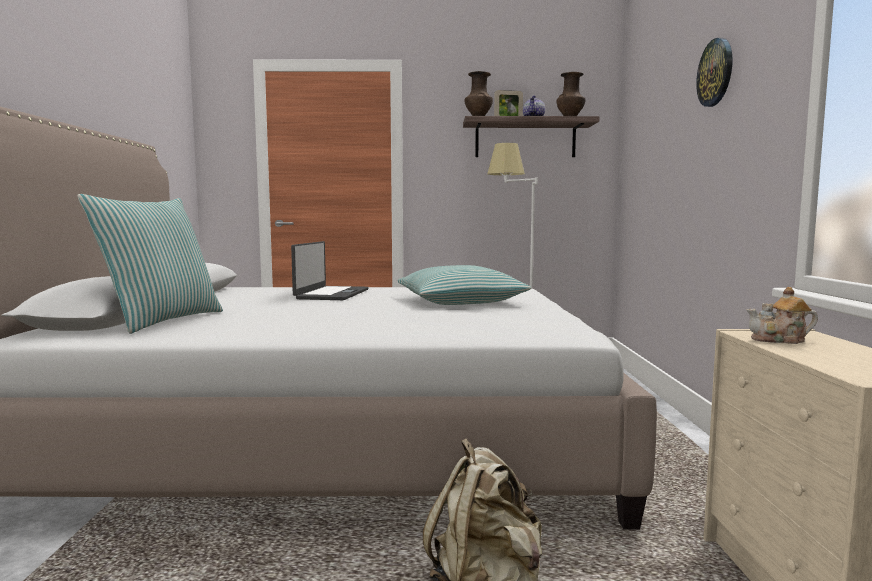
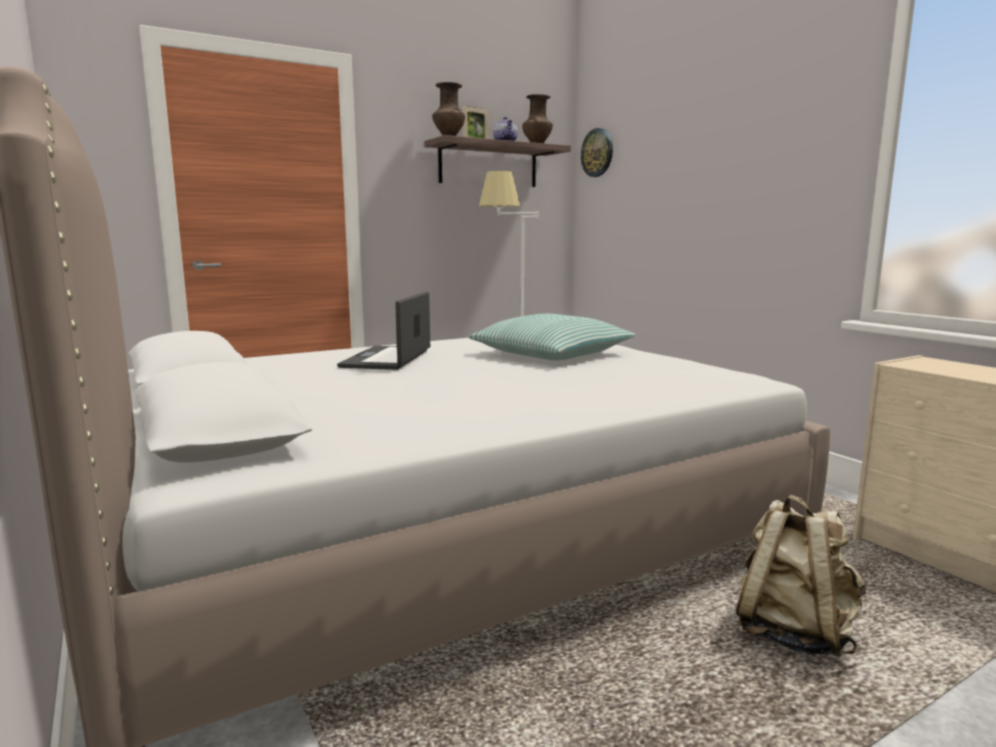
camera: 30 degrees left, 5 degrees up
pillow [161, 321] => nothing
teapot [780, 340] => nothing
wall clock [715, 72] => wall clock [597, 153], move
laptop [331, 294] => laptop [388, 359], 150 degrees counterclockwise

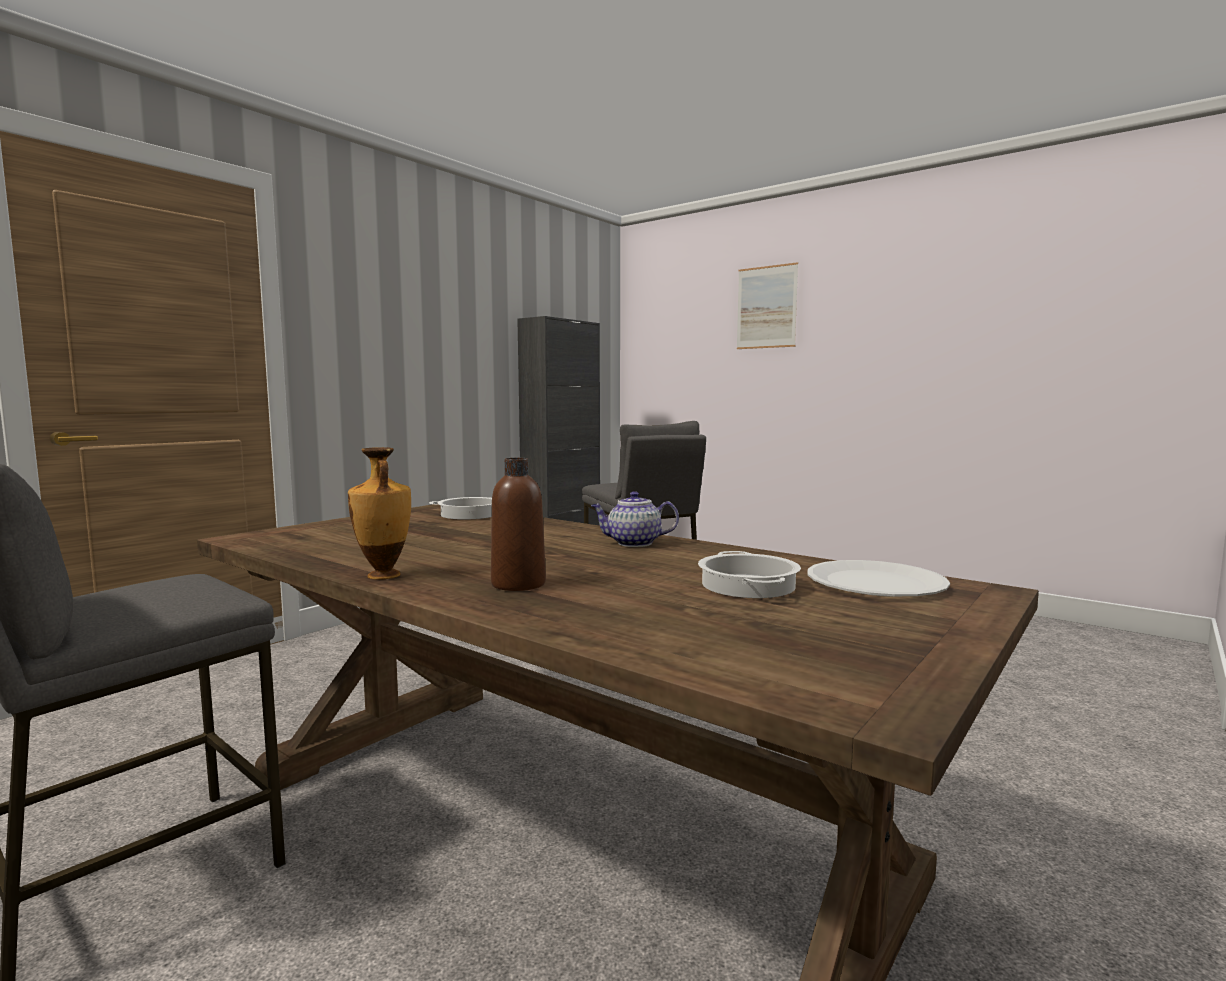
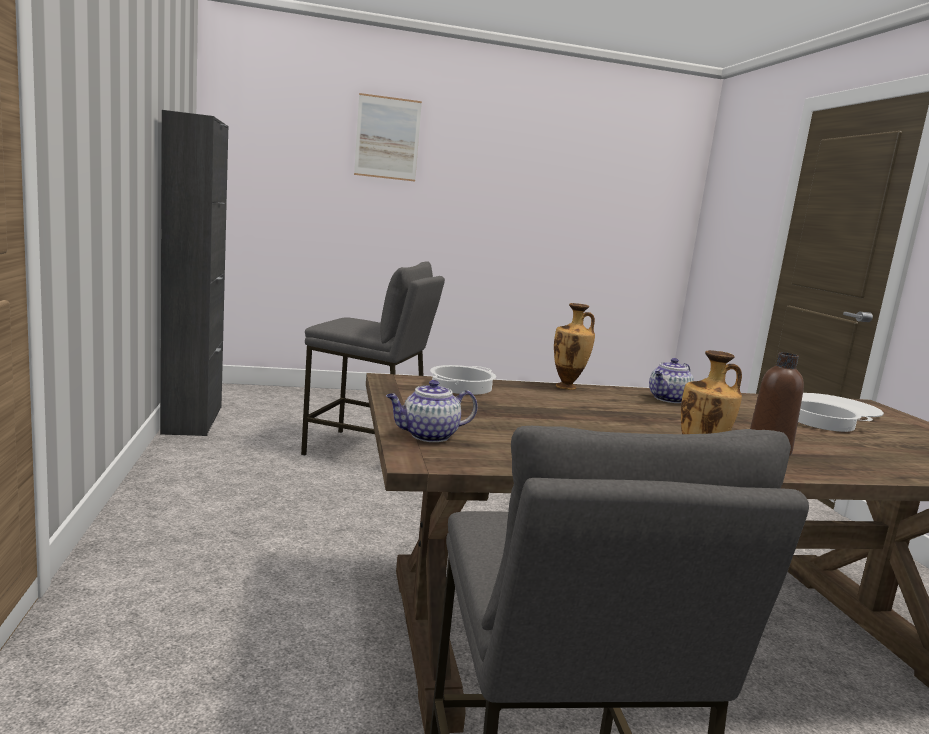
camera: 50 degrees left, 5 degrees up
nothing => teapot [428, 436]
nothing => vase [567, 387]

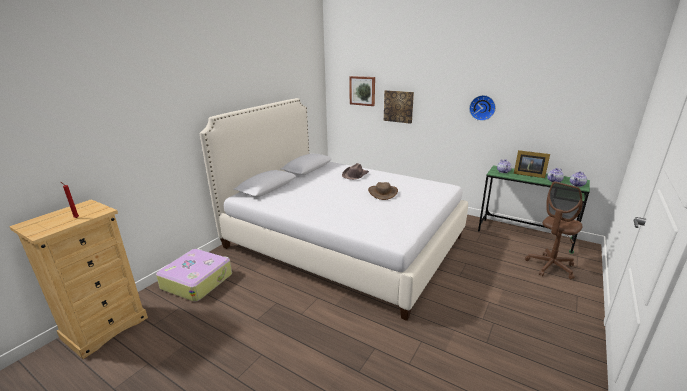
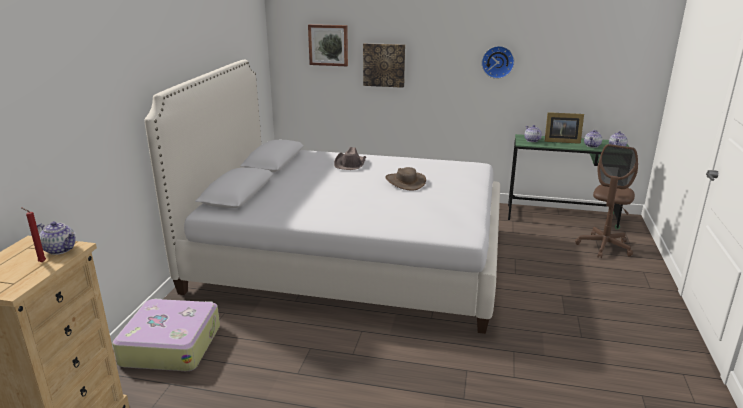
camera: 20 degrees left, 0 degrees up
nothing => teapot [60, 249]

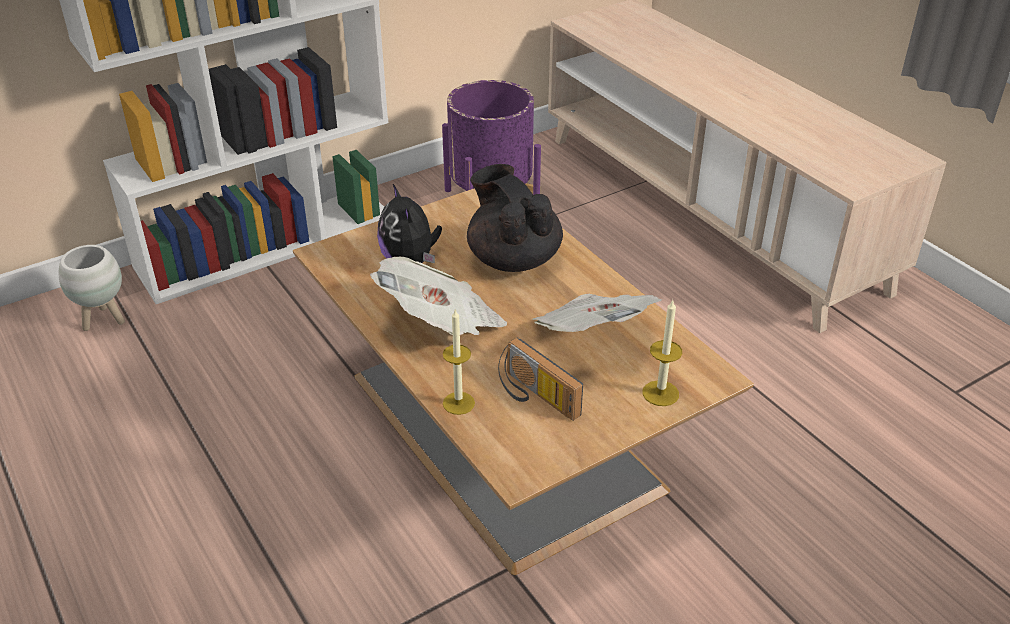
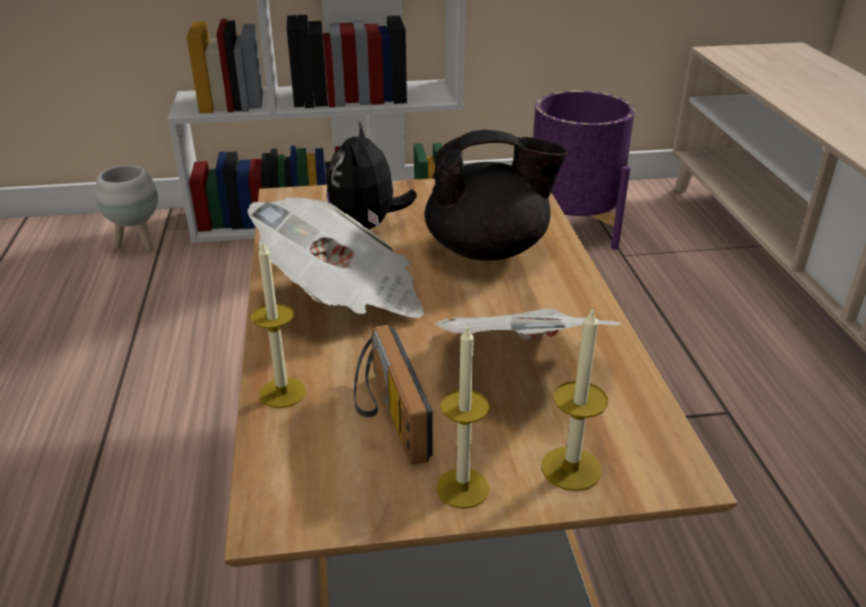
camera: 25 degrees right, 5 degrees down
nothing => candle [462, 488]
black teapot [513, 258] => black teapot [489, 249], 90 degrees clockwise

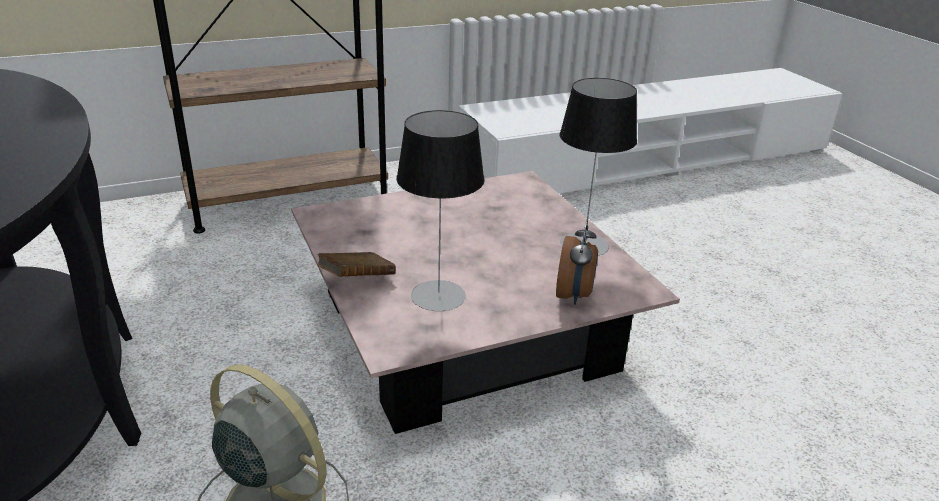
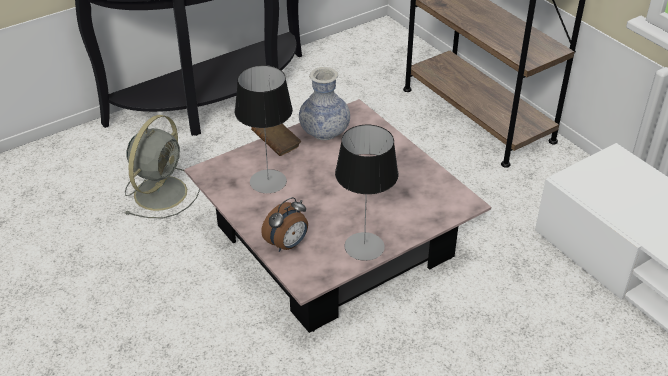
camera: 80 degrees right, 10 degrees up
nothing => vase [324, 132]
alarm clock [574, 295] => alarm clock [287, 245], 45 degrees counterclockwise

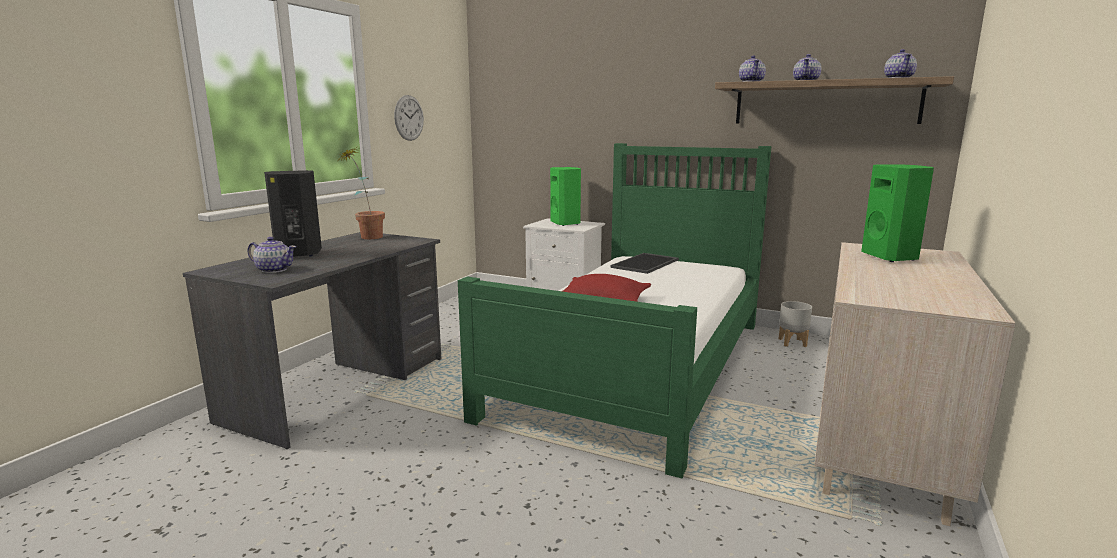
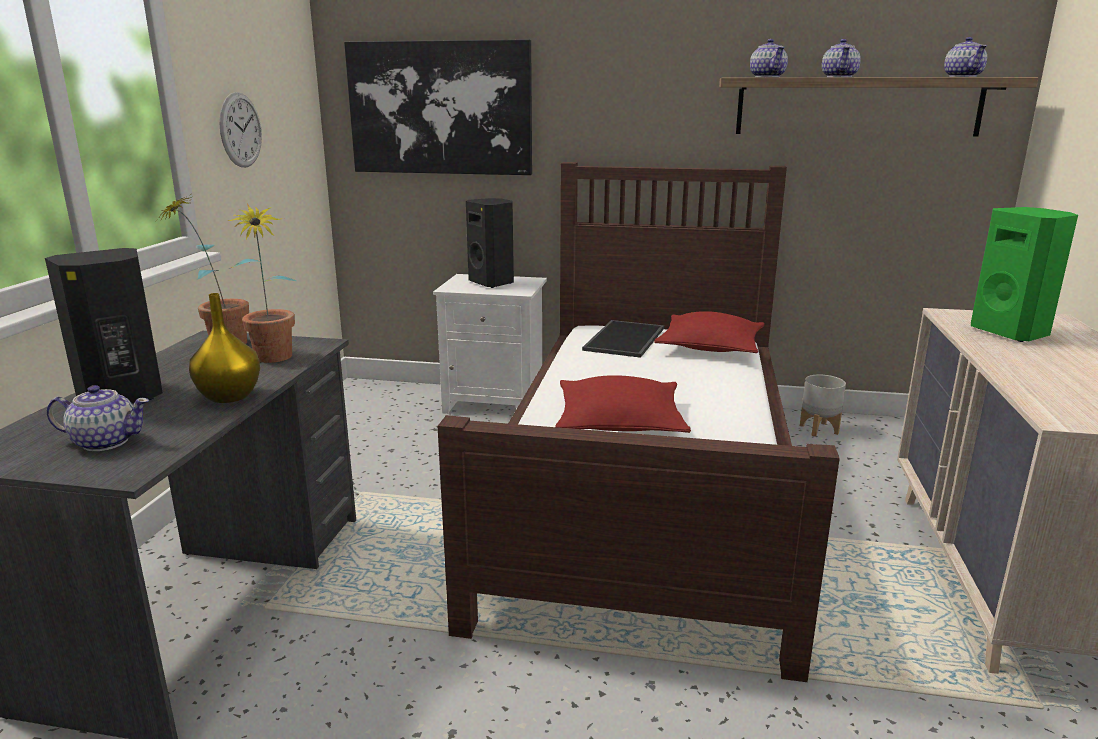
camera: 15 degrees left, 5 degrees up
nothing => yellow vase [230, 397]
nothing => potted plant [273, 360]
nothing => picture [440, 108]
nothing => red pillow [710, 347]
green bed [637, 364] => brown bed [645, 491]
green speaker [566, 223] => black speaker [493, 282]

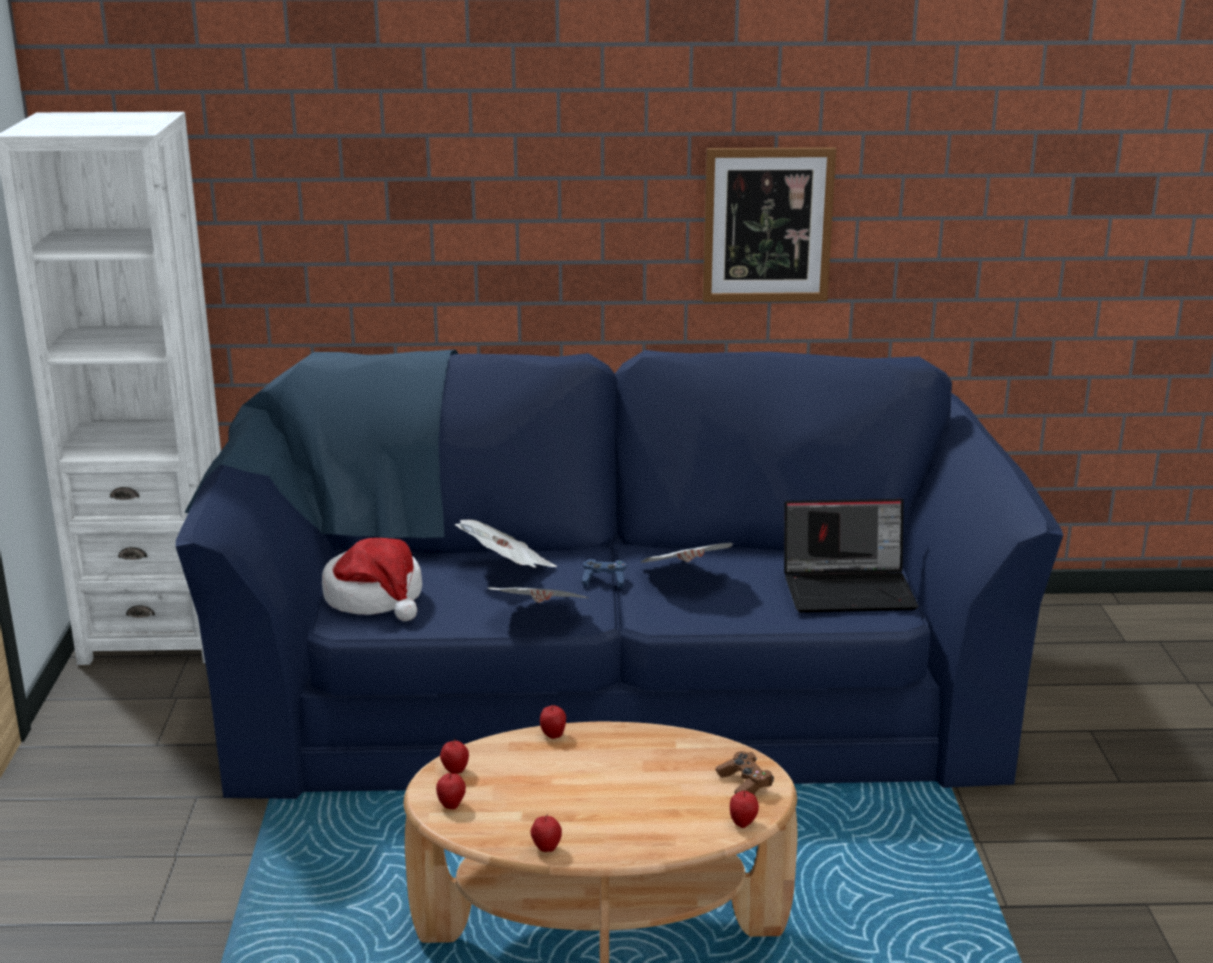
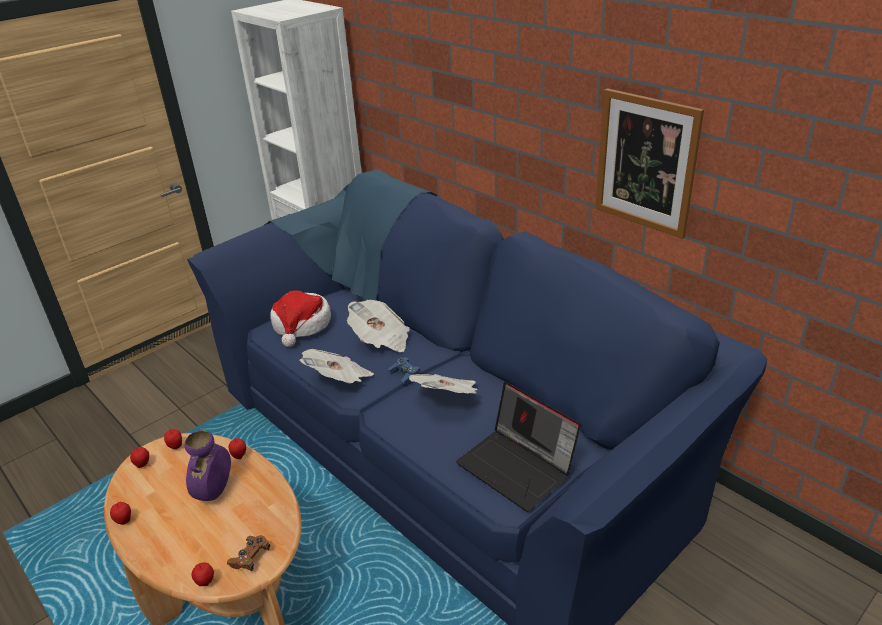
camera: 50 degrees right, 10 degrees up
nothing => purple vase [215, 491]

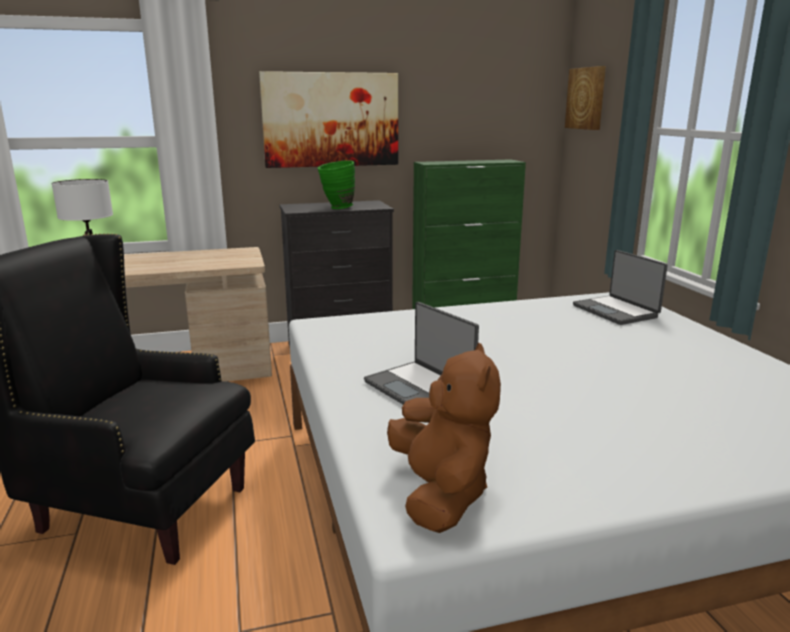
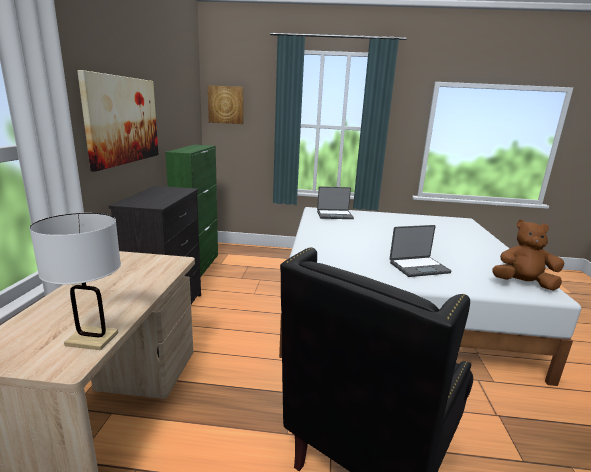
camera: 70 degrees left, 0 degrees up
green vase [337, 208] => nothing

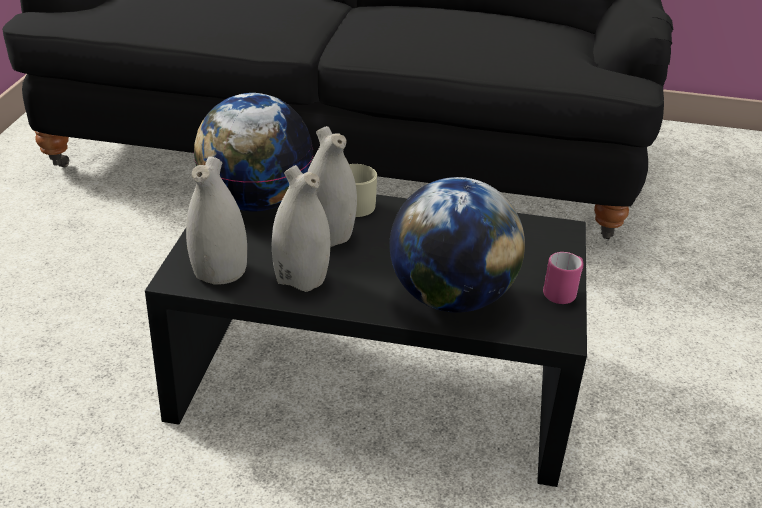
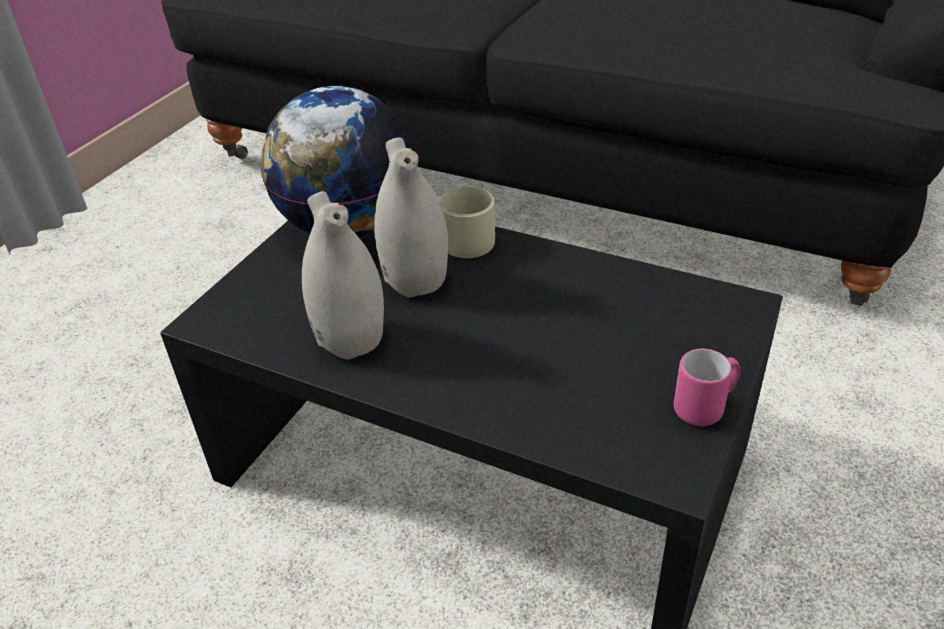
camera: 20 degrees right, 5 degrees up
white vase [219, 272] => nothing
globe [450, 298] => nothing

